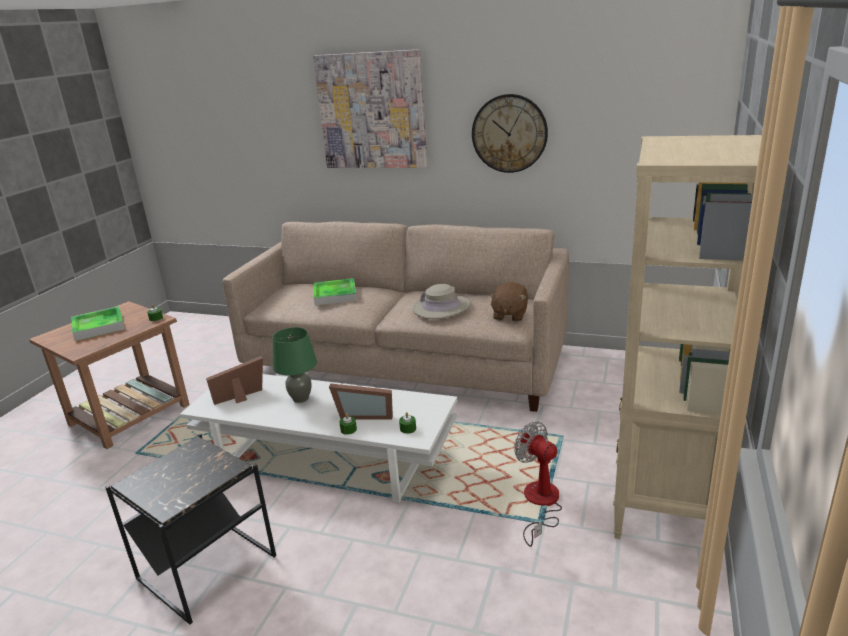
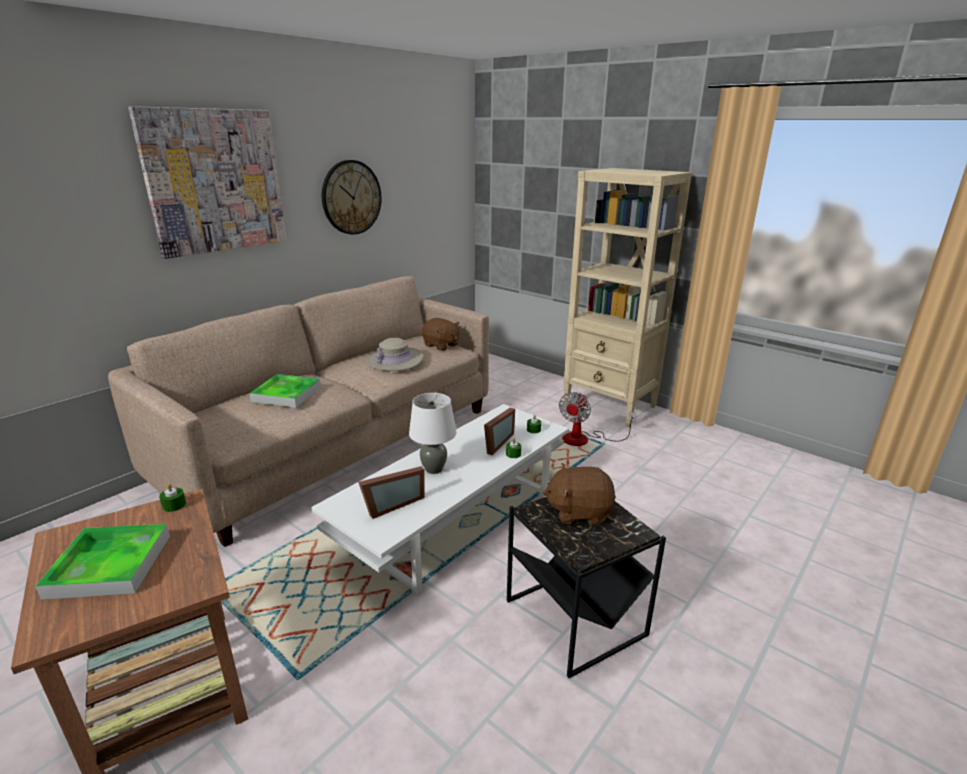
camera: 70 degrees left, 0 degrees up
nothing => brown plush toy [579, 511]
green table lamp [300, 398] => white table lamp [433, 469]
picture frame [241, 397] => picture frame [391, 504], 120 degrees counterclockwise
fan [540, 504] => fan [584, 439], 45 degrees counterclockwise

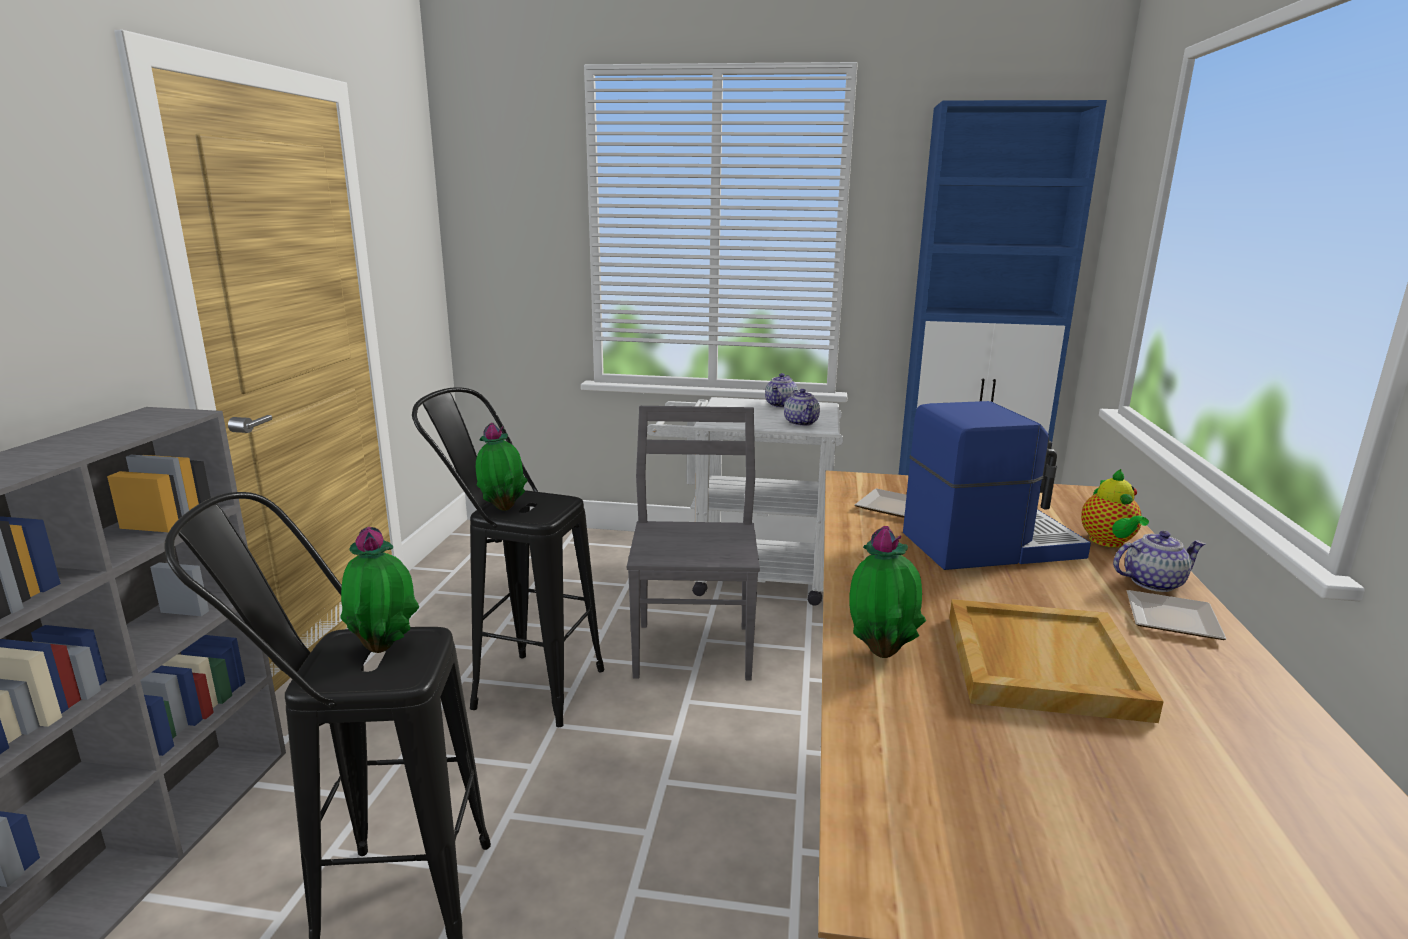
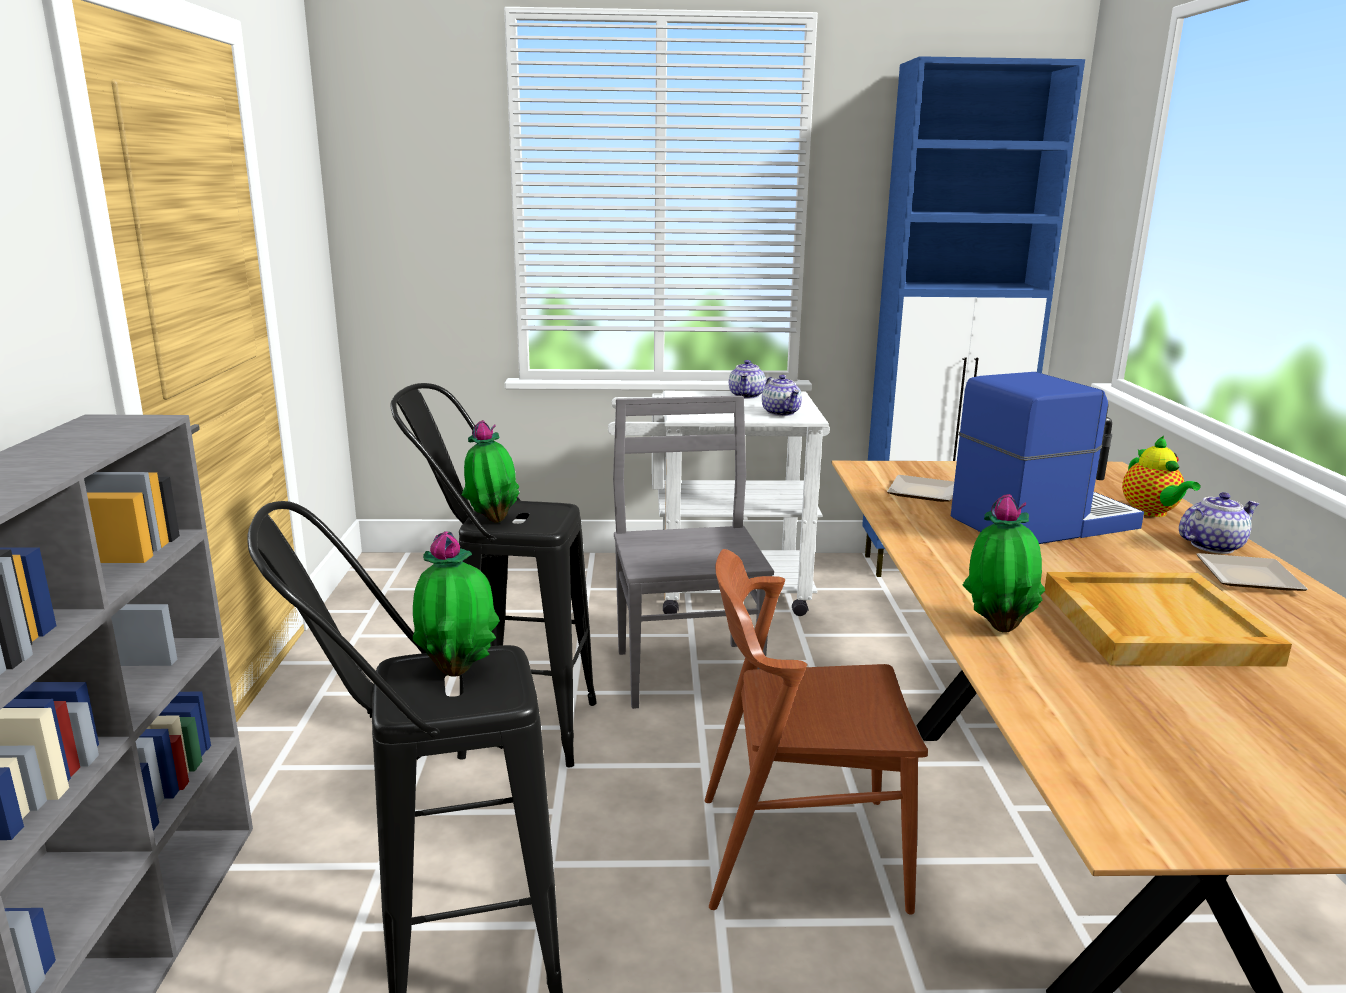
camera: 10 degrees left, 0 degrees up
nothing => brown chair [800, 851]

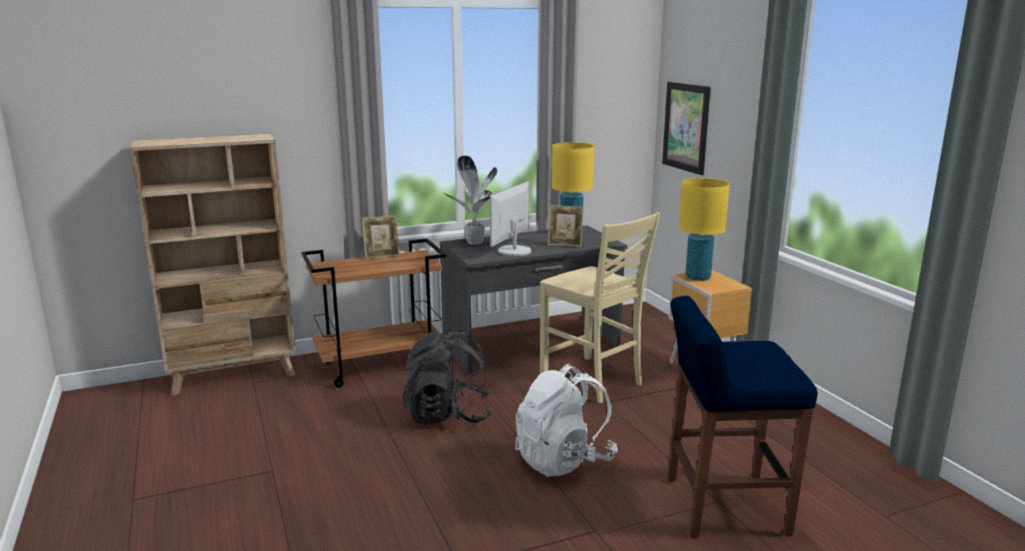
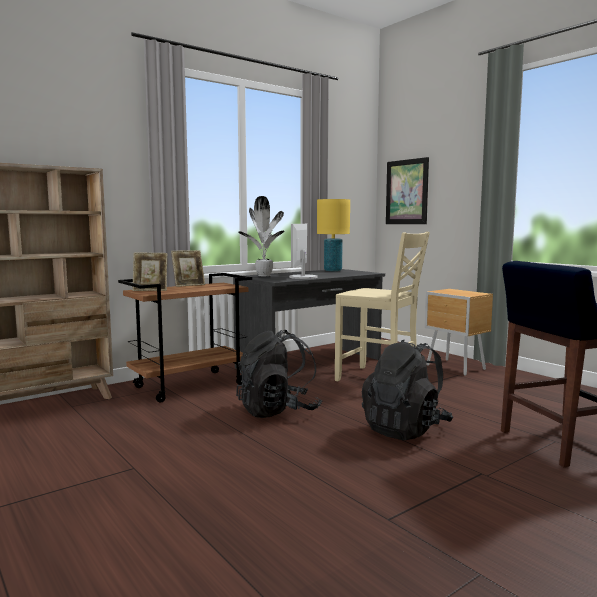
camera: 15 degrees left, 10 degrees down
yellow table lamp [697, 277] => nothing
picture frame [565, 244] => picture frame [150, 290], move
white backpack [563, 460] => black backpack [405, 429]

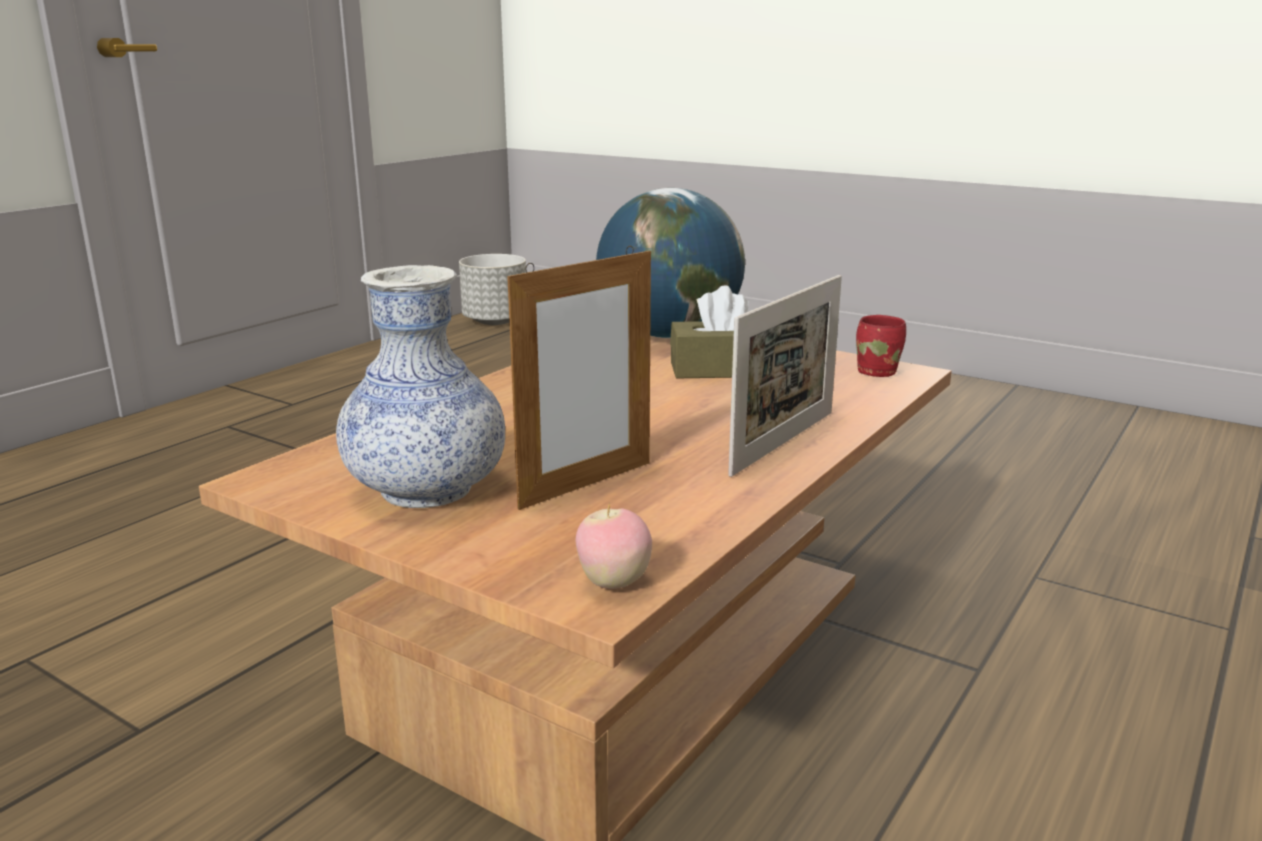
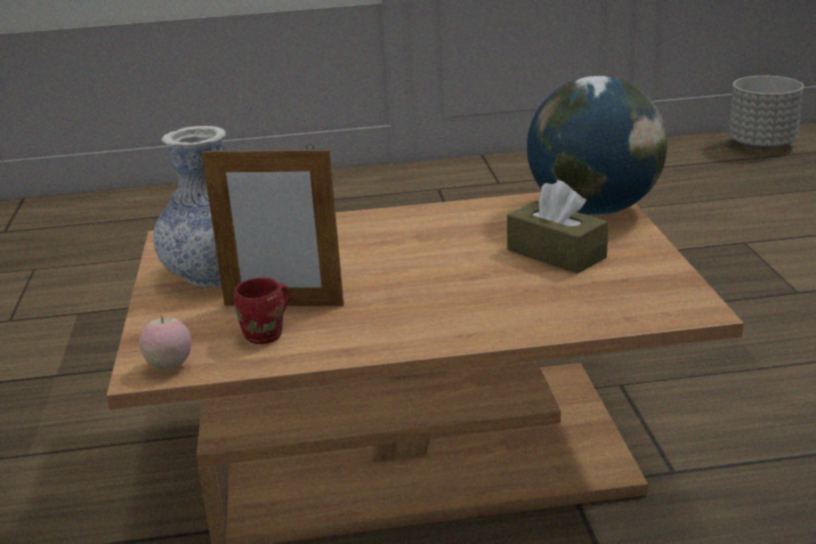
camera: 50 degrees right, 5 degrees up
picture frame [783, 442] => nothing
red mug [878, 371] => red mug [267, 335], move

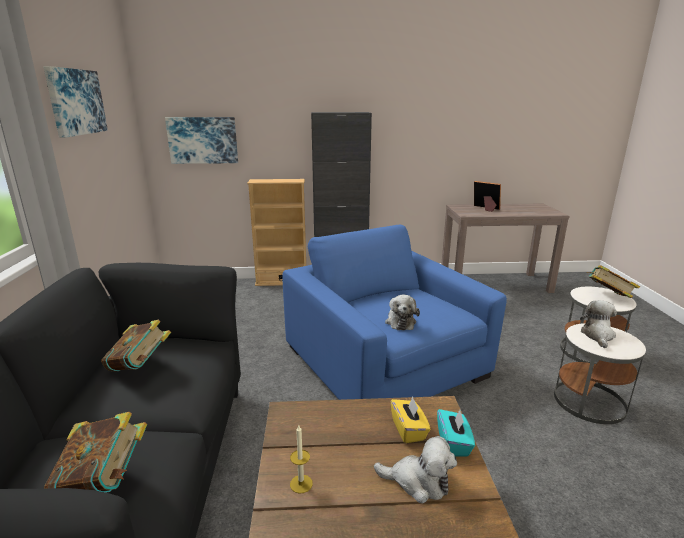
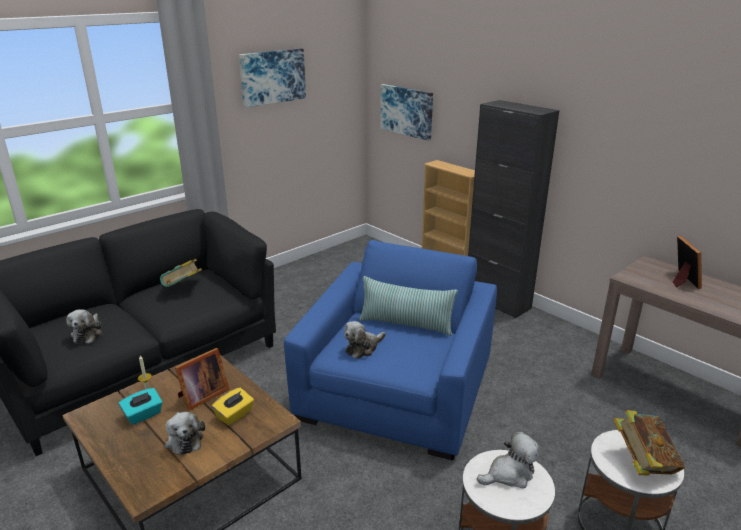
camera: 50 degrees right, 5 degrees up
nothing => picture frame [201, 396]
nothing => pillow [406, 324]
turquoise tissue box [453, 443] => turquoise tissue box [143, 415], move
book [104, 481] => plush toy [88, 334]

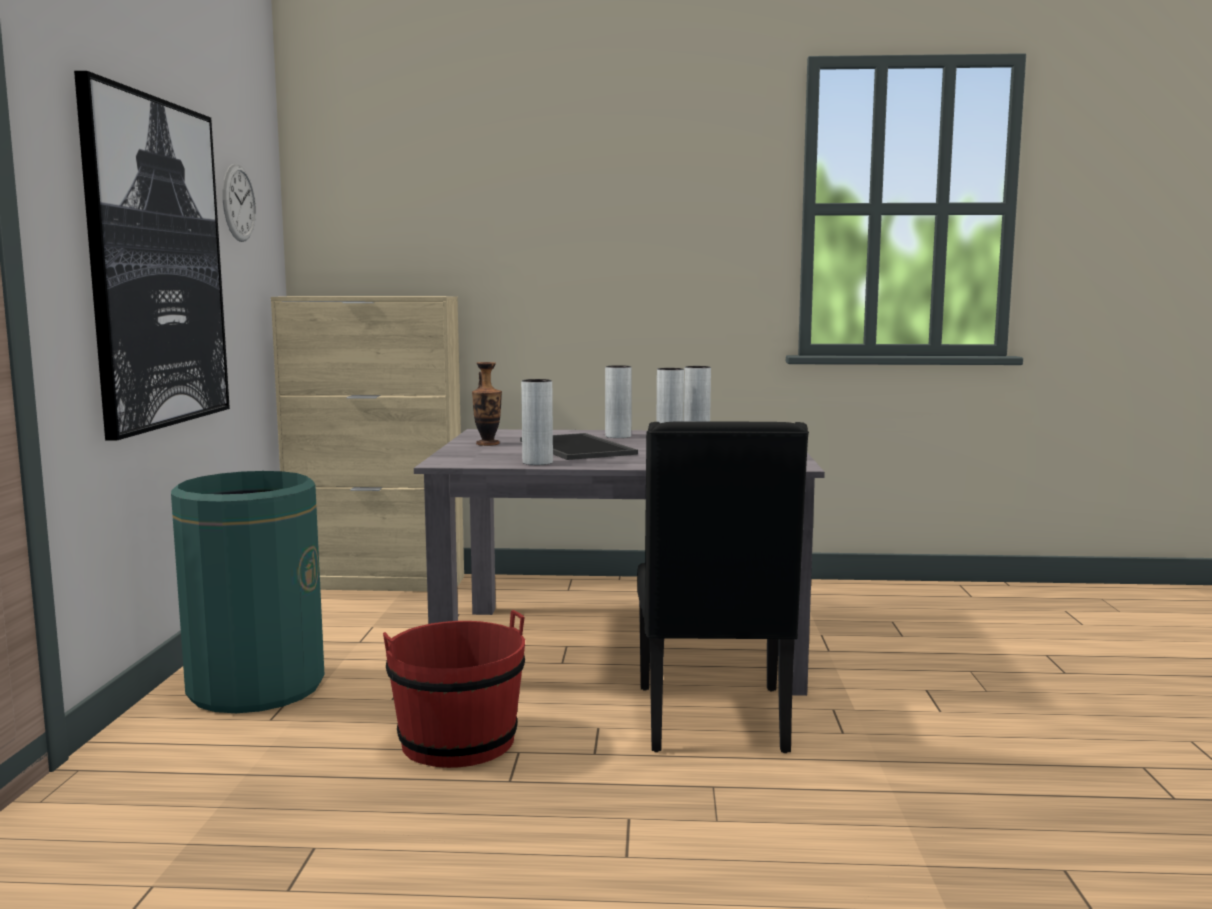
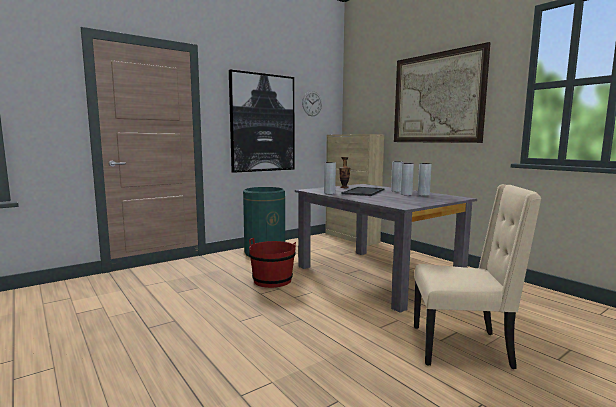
camera: 50 degrees right, 0 degrees up
black chair [714, 720] => nothing
nothing => picture [436, 98]
nothing => beige chair [462, 347]

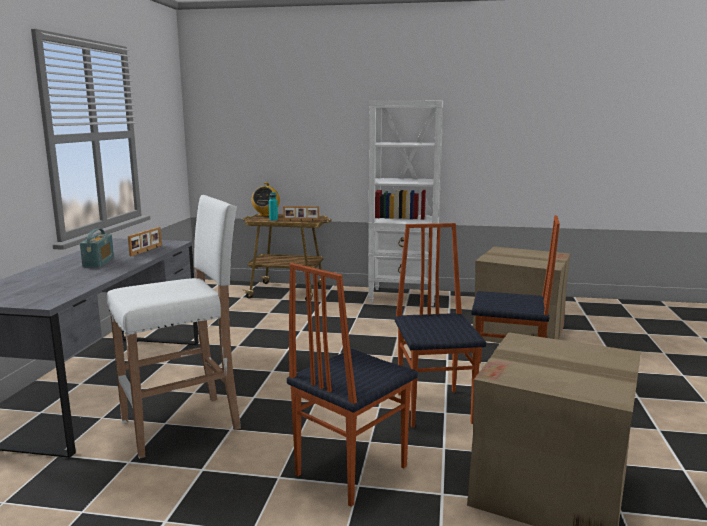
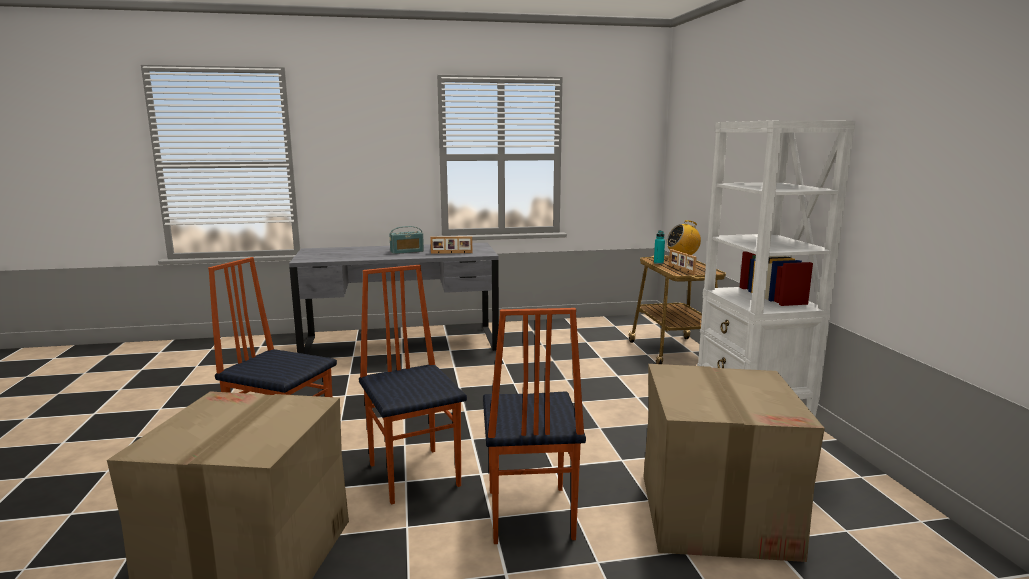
camera: 70 degrees right, 0 degrees up
white stool [183, 424] => nothing
chair [435, 407] => chair [415, 474], 90 degrees counterclockwise

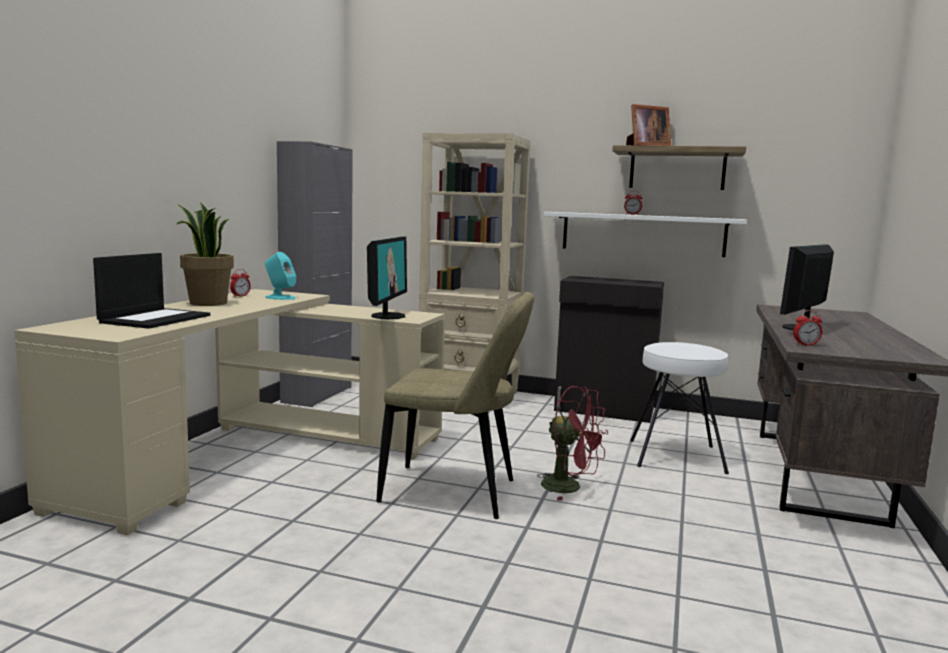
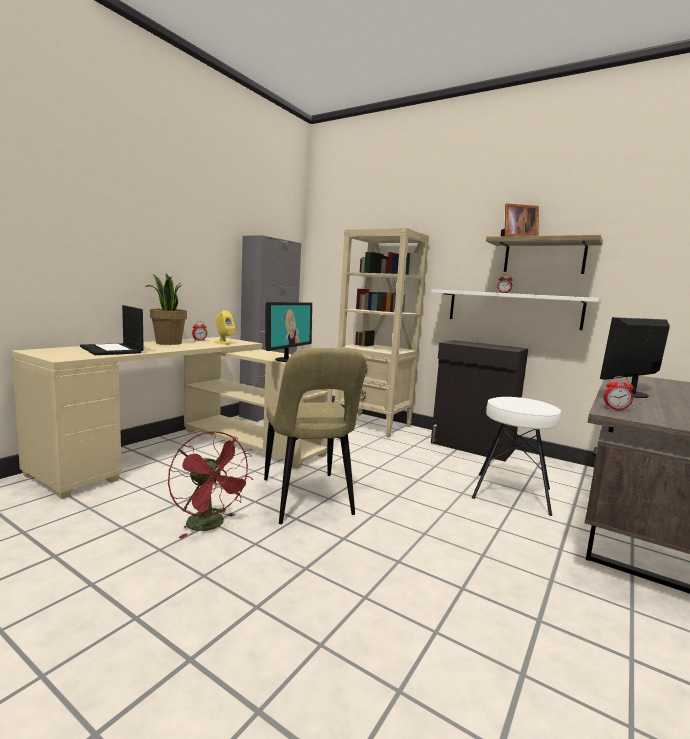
camera: 15 degrees right, 0 degrees up
red fan [570, 488] => red fan [210, 525], move
turquoise speaker [280, 297] => yellow speaker [224, 343]
laptop [155, 319] => laptop [112, 350], 105 degrees clockwise
beige chair [455, 493] => beige chair [308, 499], 45 degrees clockwise

